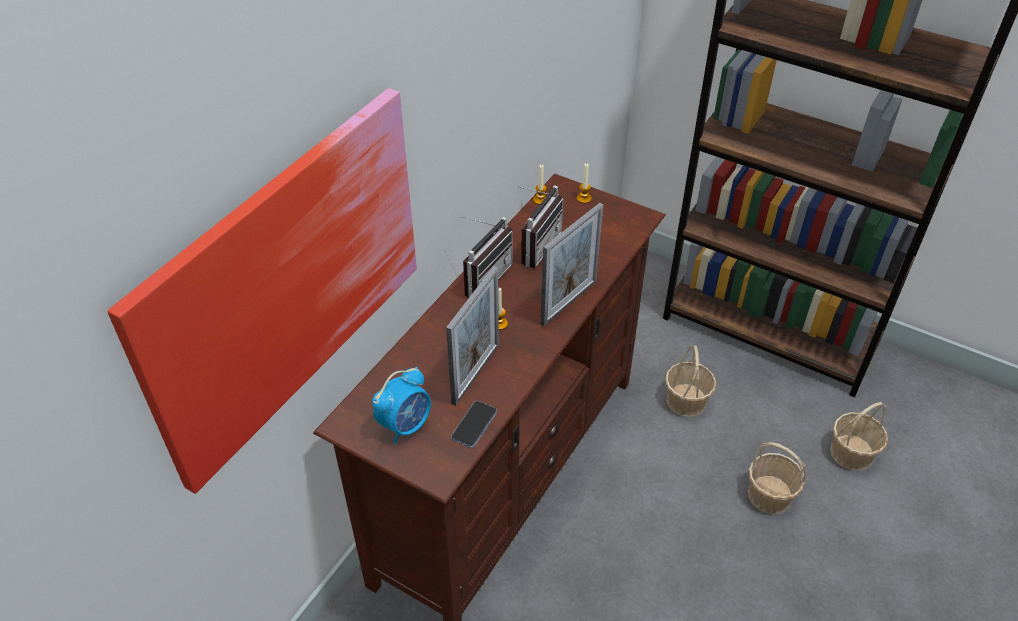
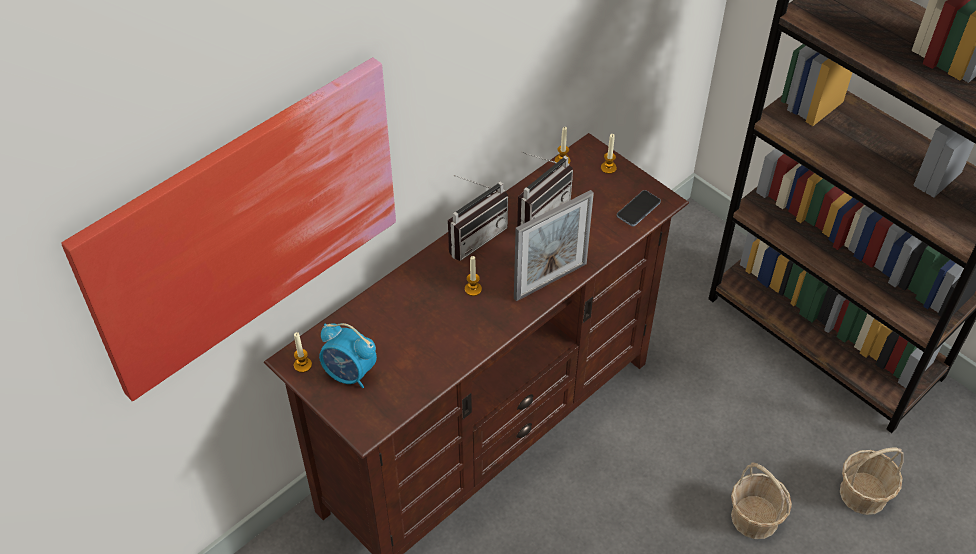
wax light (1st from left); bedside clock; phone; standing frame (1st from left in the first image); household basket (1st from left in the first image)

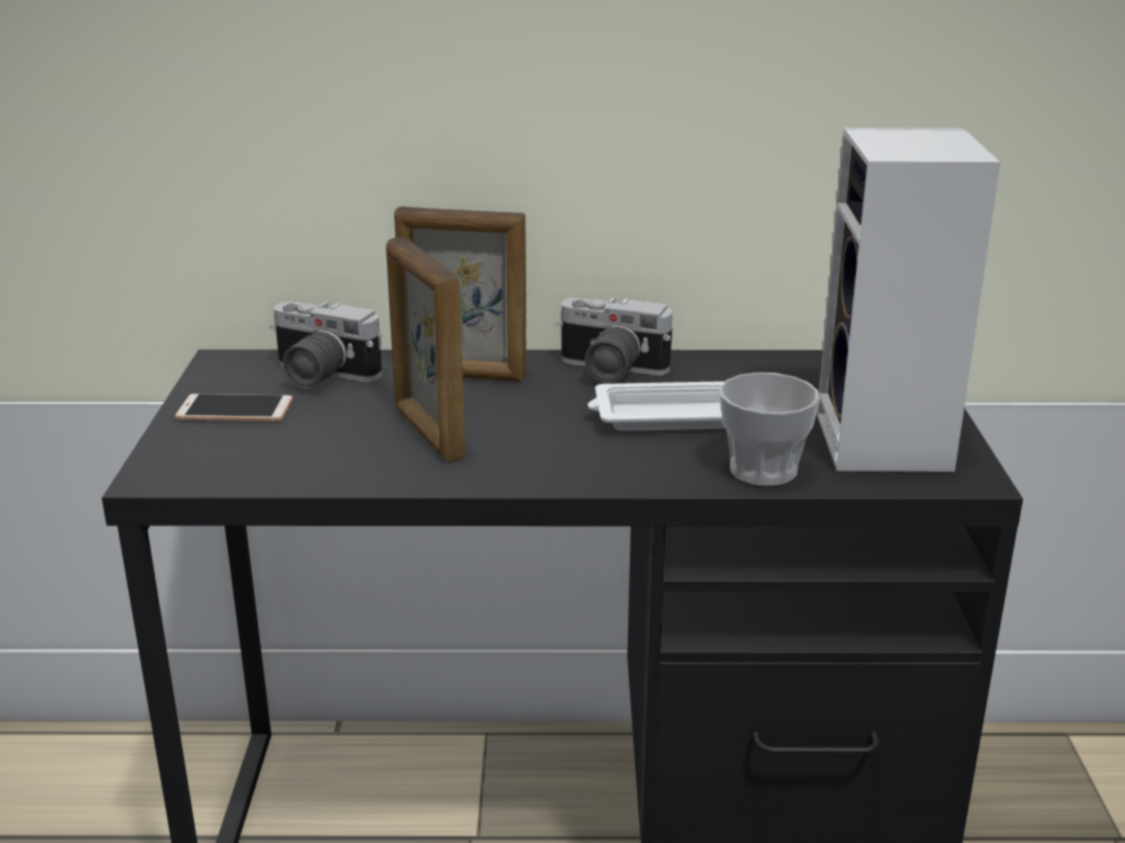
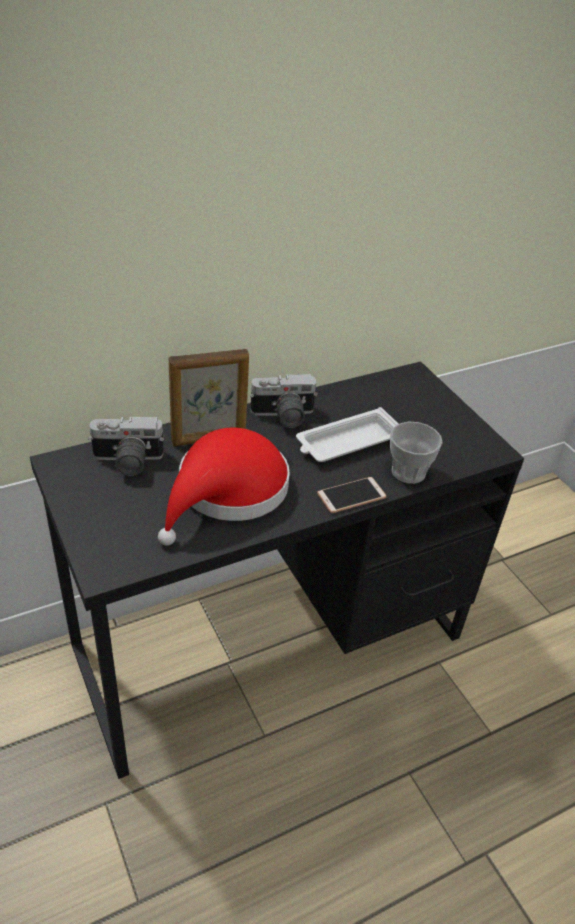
clothing hat (red-coloured); phone; speaker

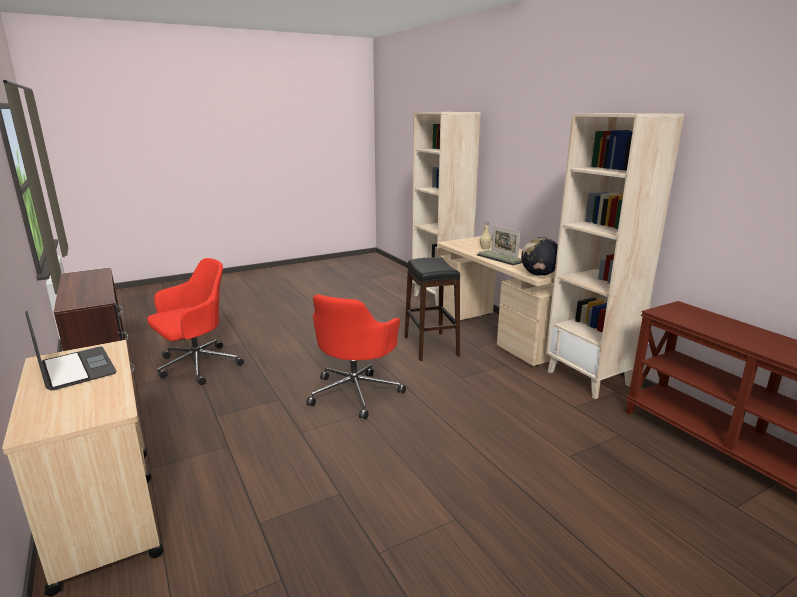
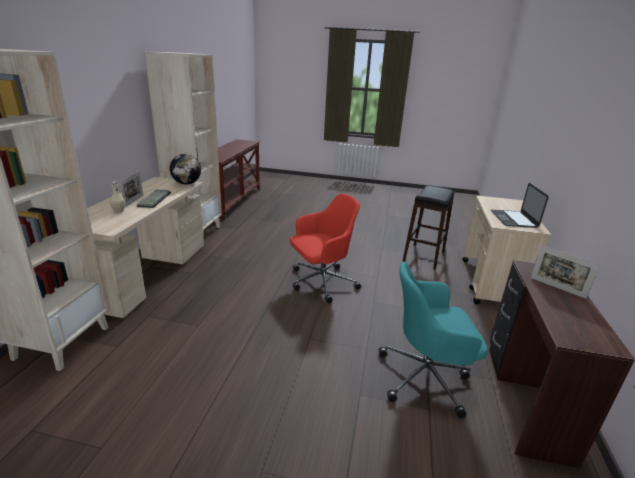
office chair (turquoise); stool seat (black-coloured); standing frame (2nd from left)

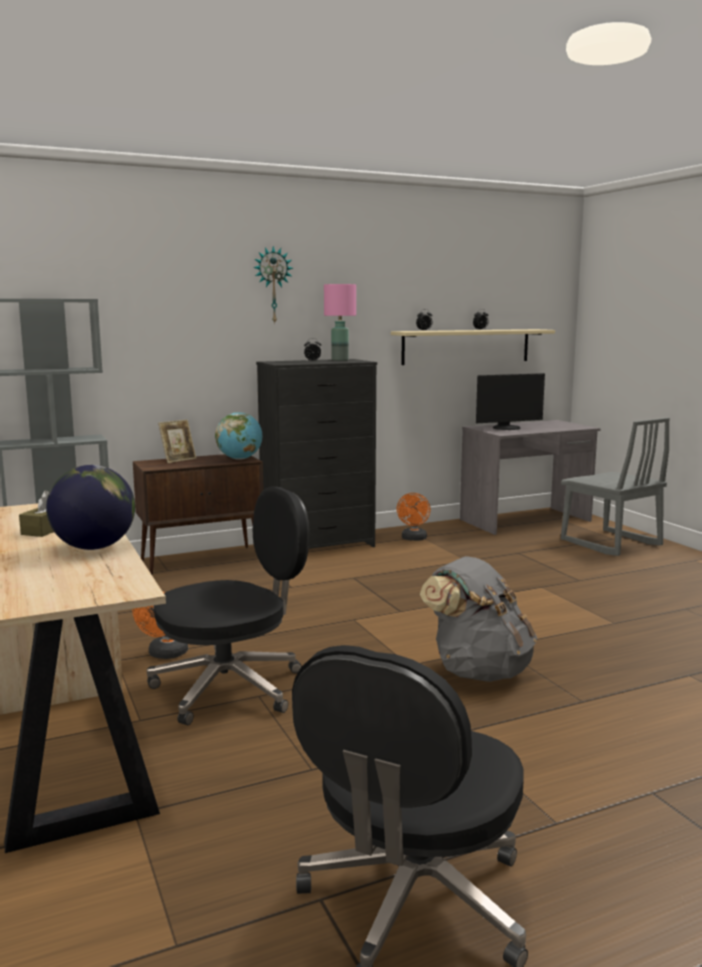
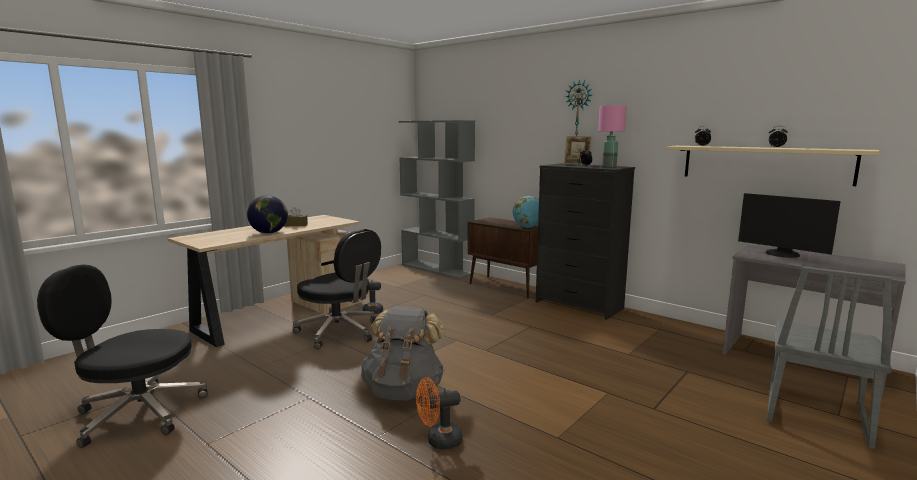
fan (orange) (2nd from left); standing frame

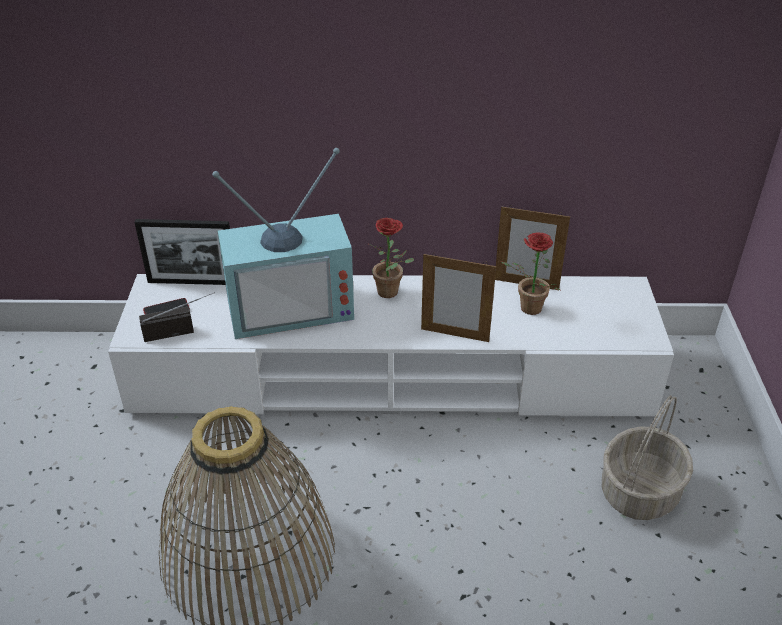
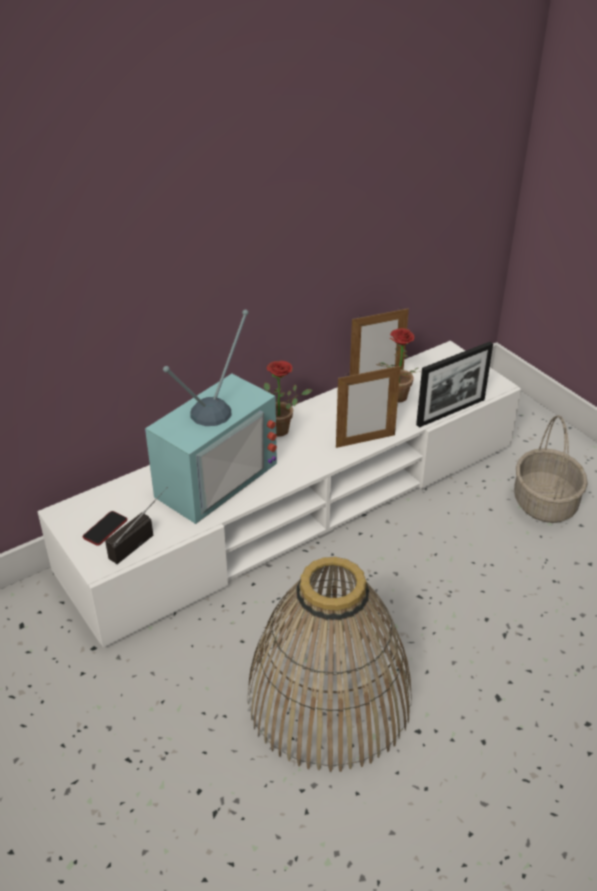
standing frame (3rd from left)

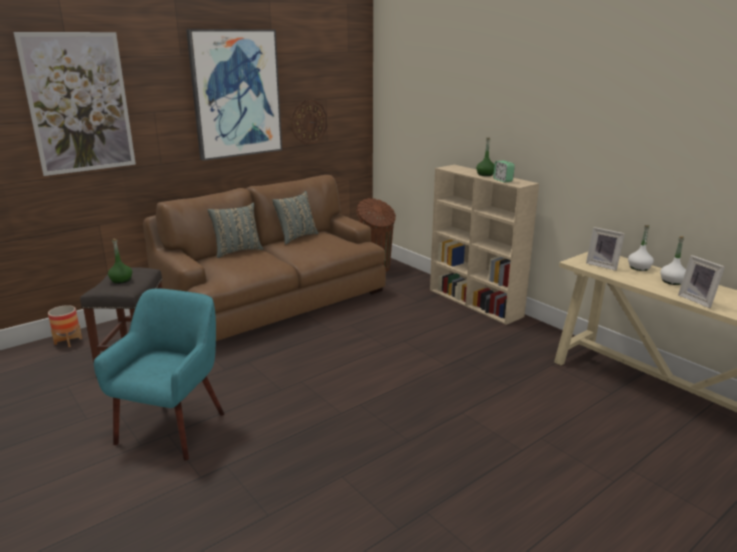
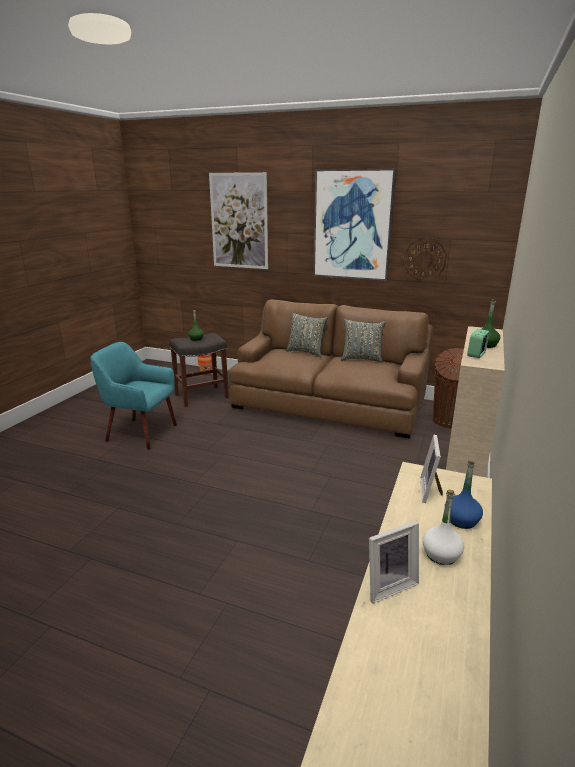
armchair (turquoise); standing frame (1st from left); bottle (blue)

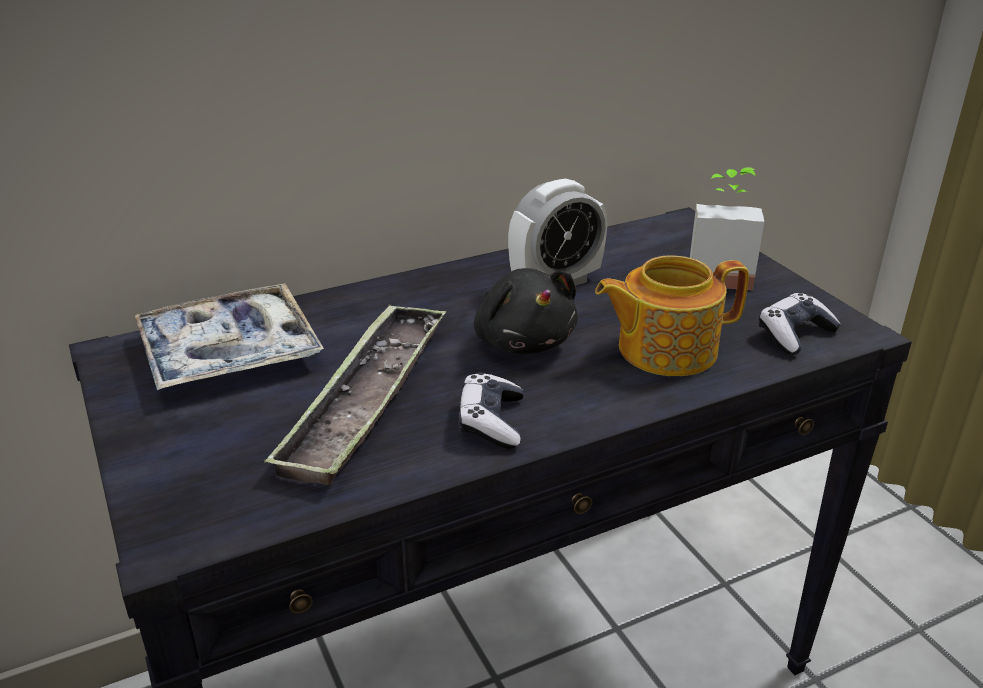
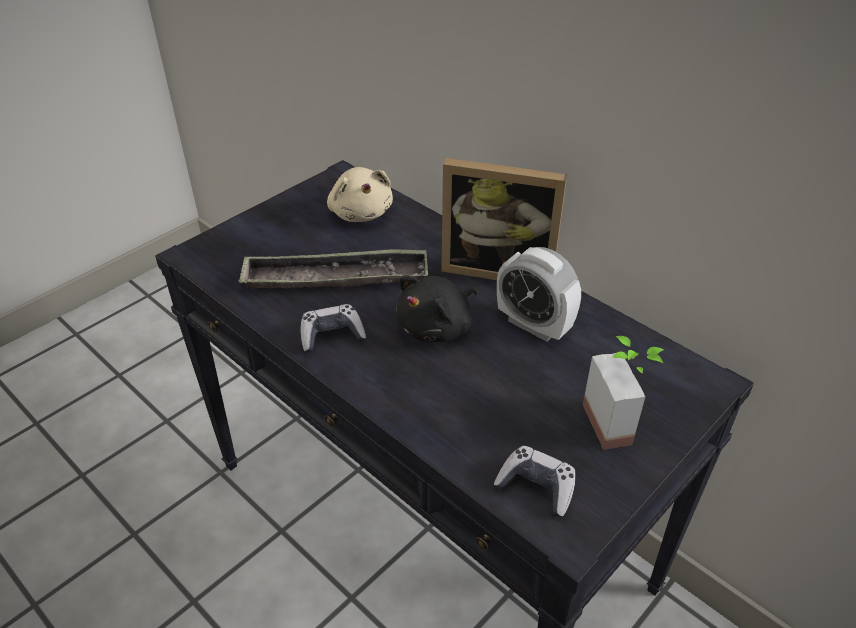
soft toy (sand-coloured); standing frame; pot for tea

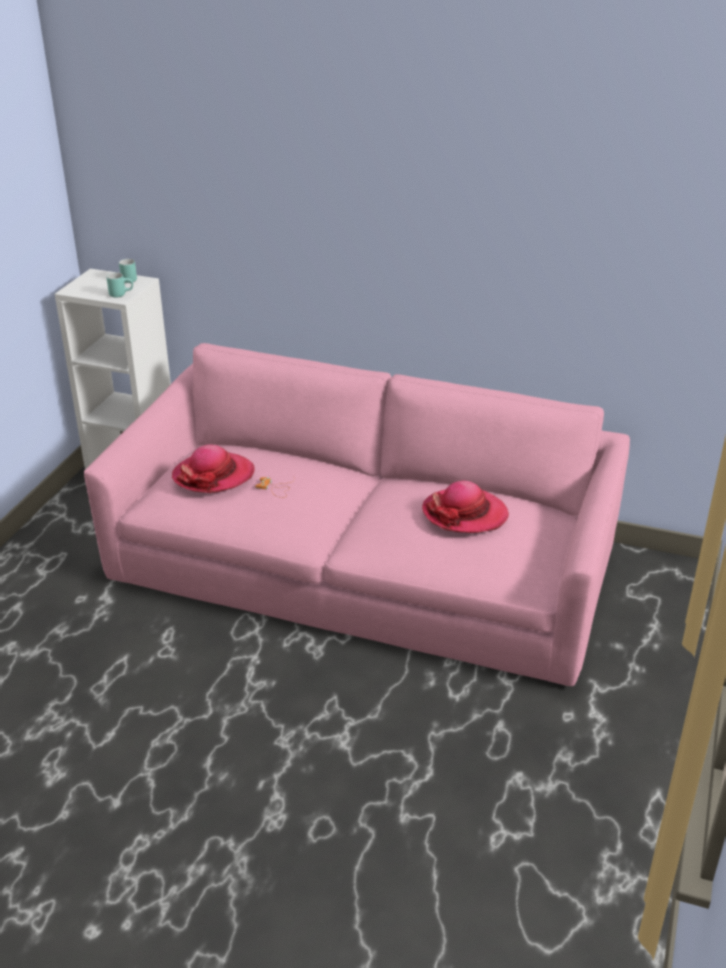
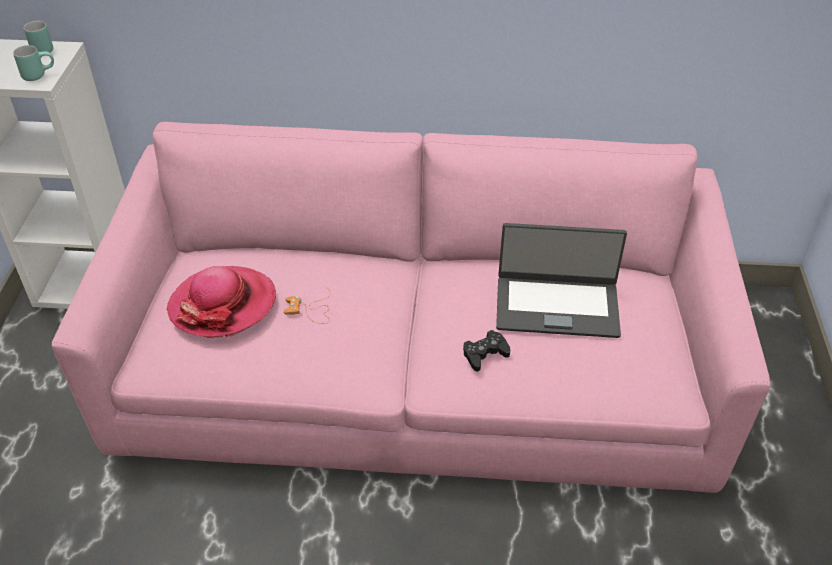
gamepad (black-coloured); portable computer

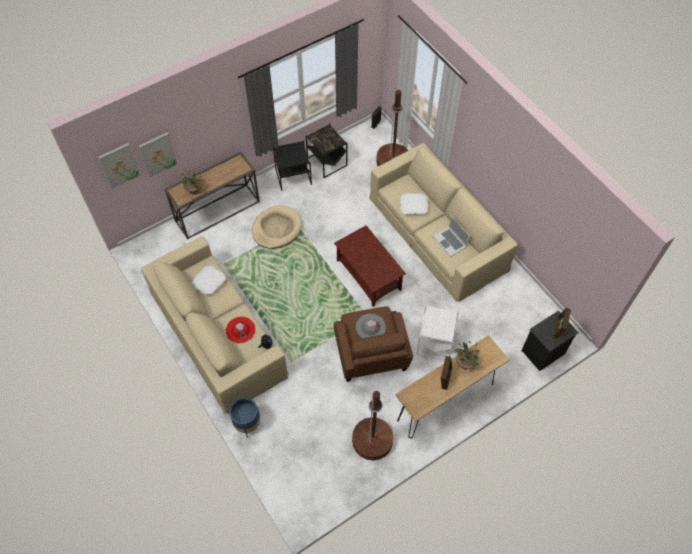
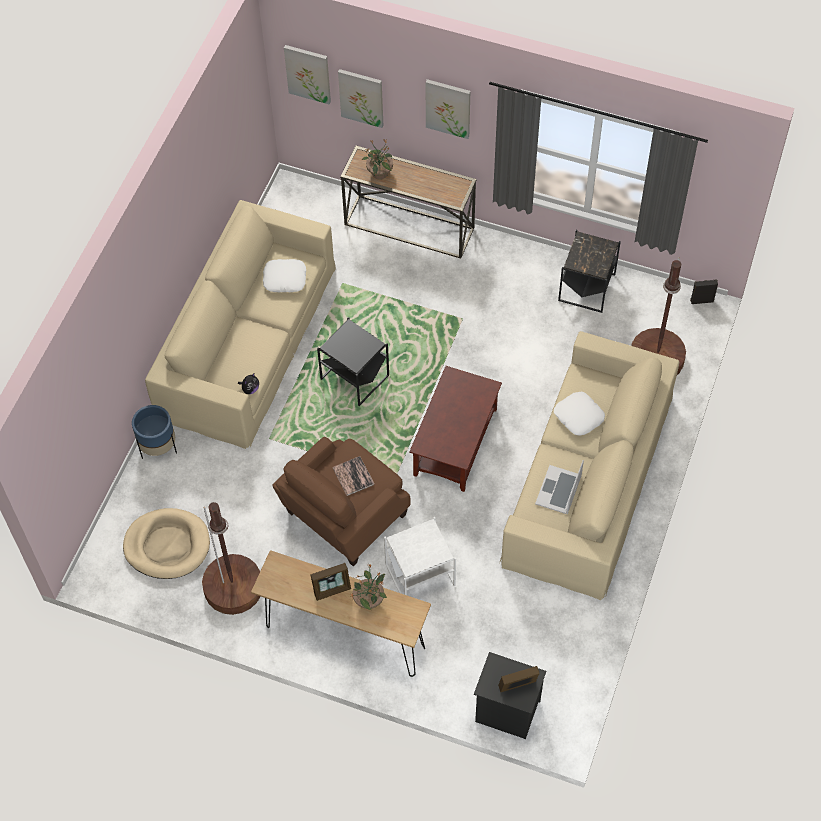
pet bed (sand-coloured); accent table (black-coloured) (1st from left); volume; wall picture (3rd from left); clothing hat (red-coloured)

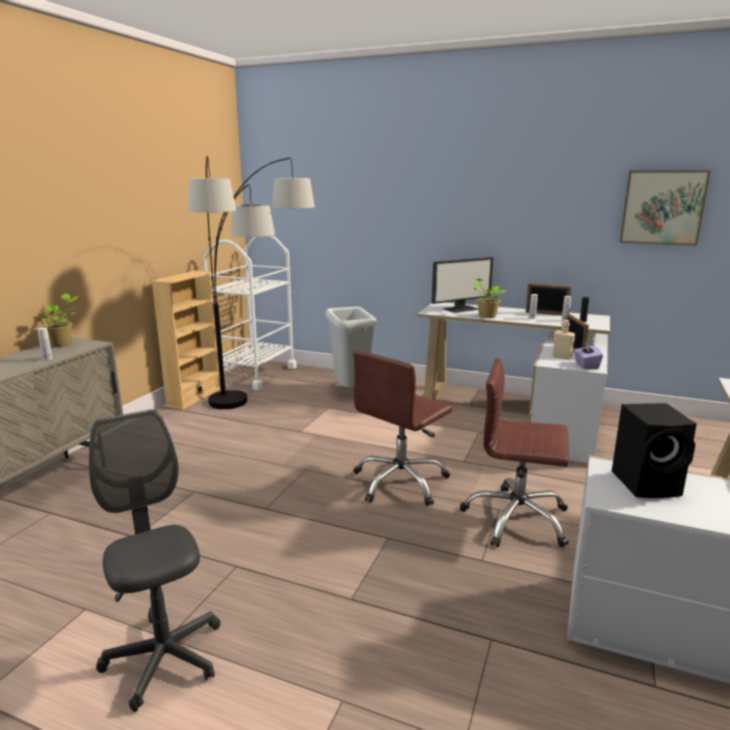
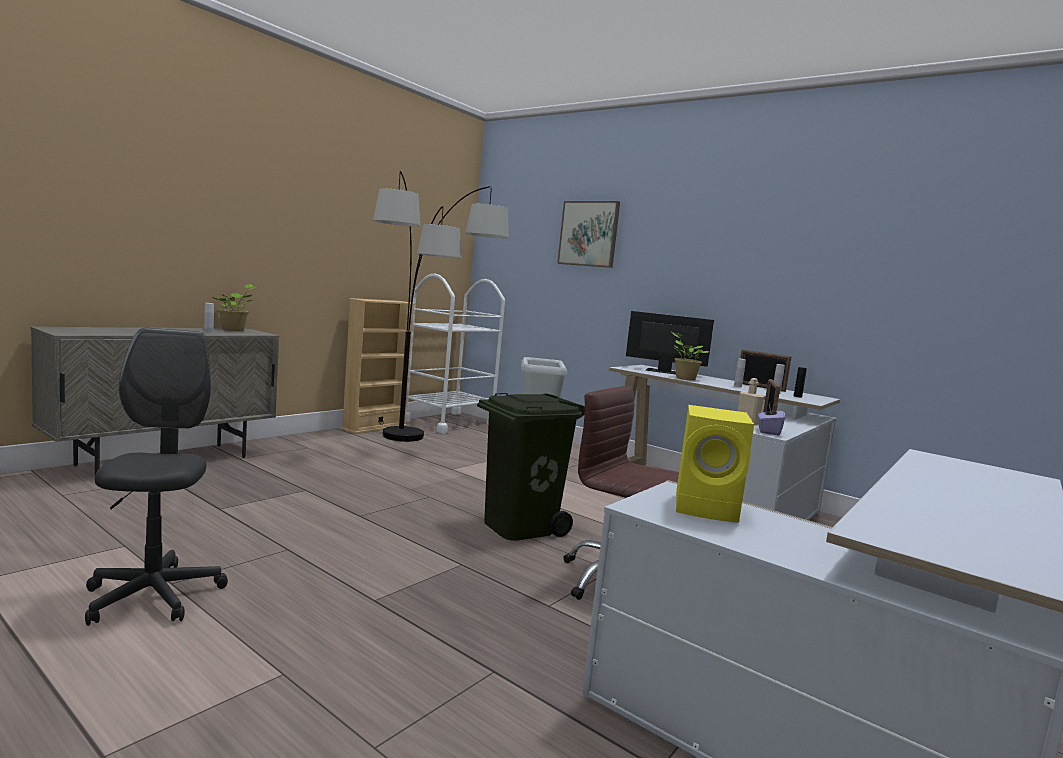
trash can (green-coloured); wall picture; computer display; speaker (yellow-coloured)

